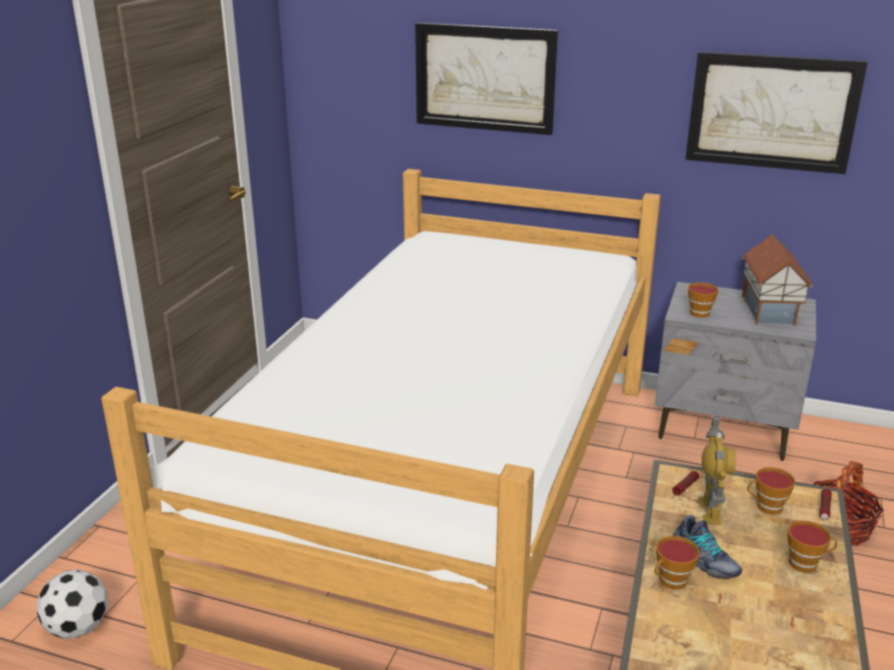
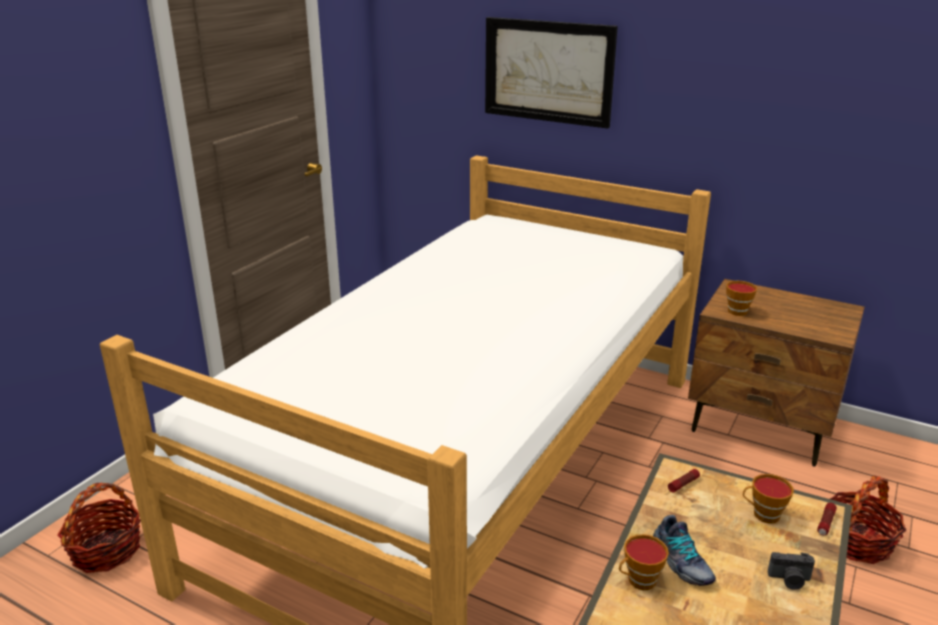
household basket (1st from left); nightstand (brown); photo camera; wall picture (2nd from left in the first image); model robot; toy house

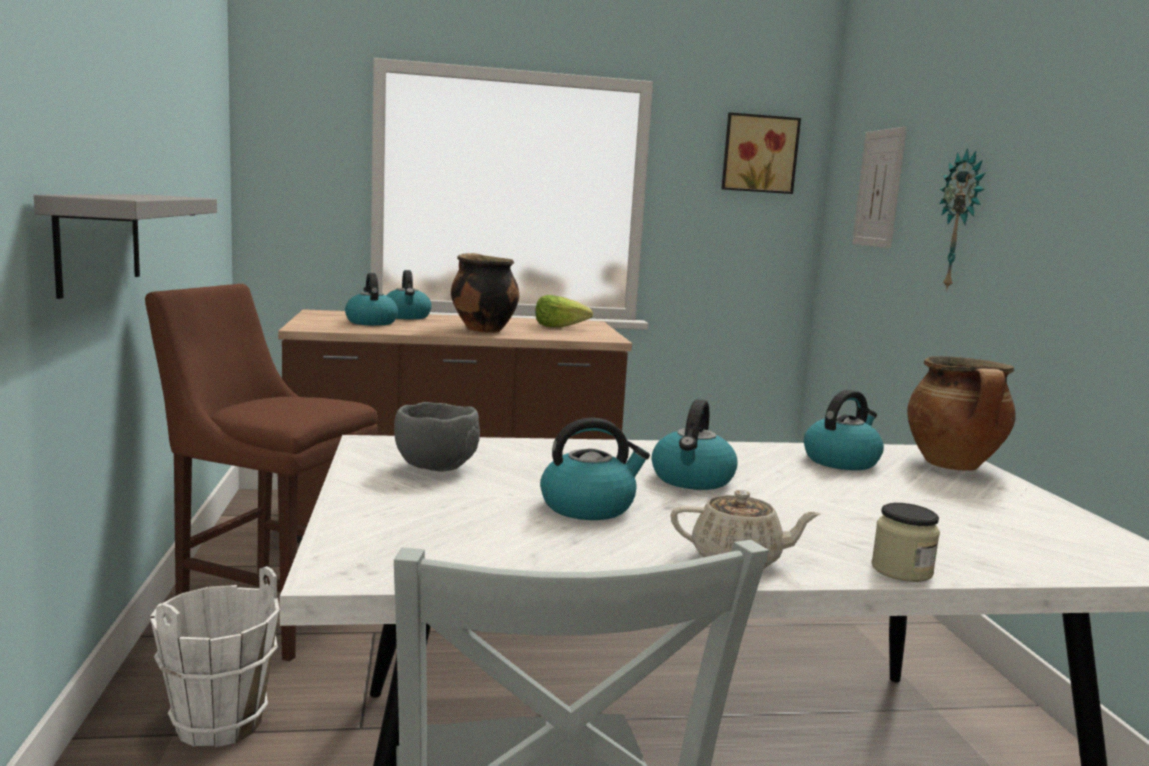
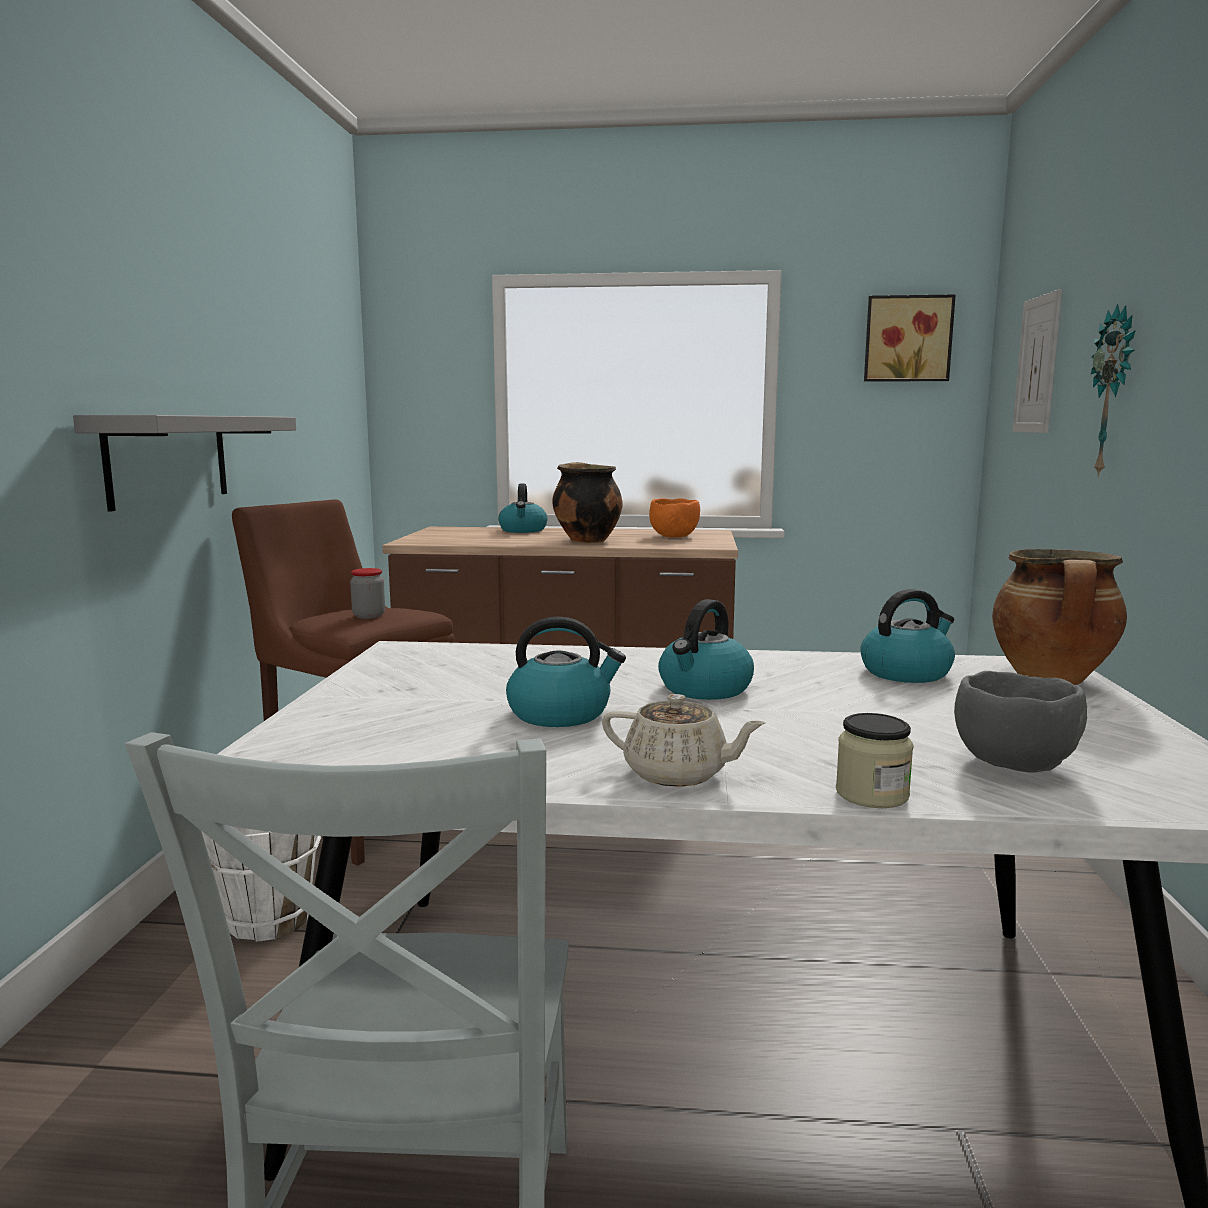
preserve jar (1st from left); serving bowl (orange); serving bowl (gray); water kettle (1st from left in the first image)

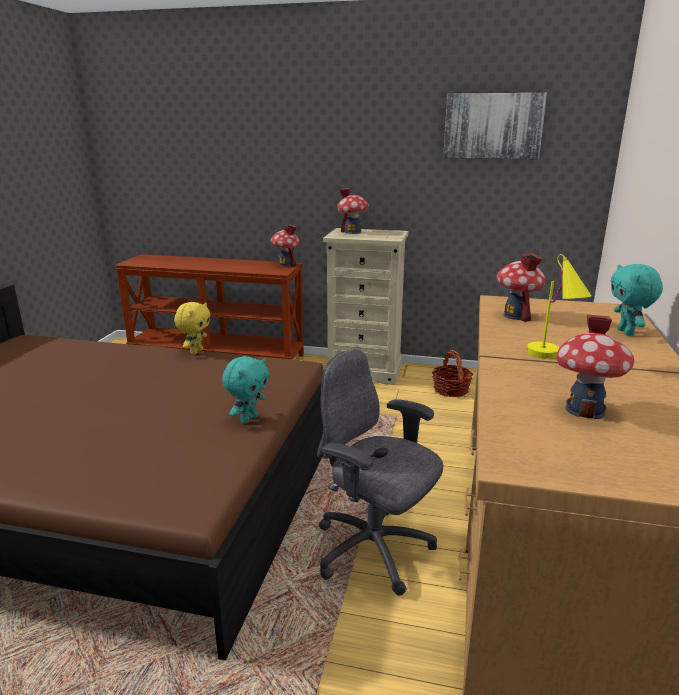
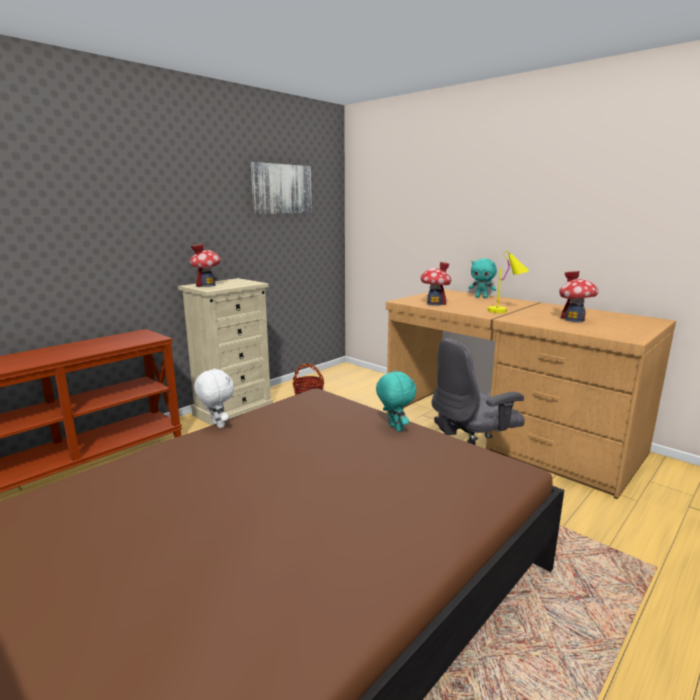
soft toy (whitish); toy house (1st from left in the first image)

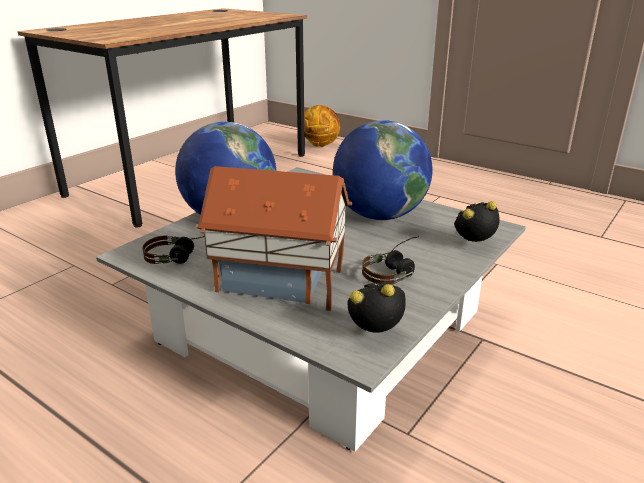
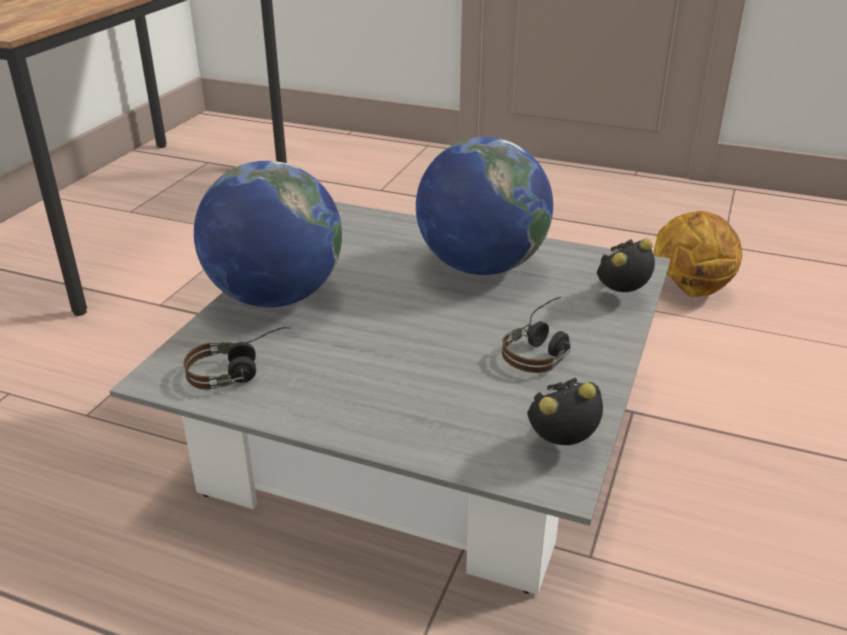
basketball ball; toy house

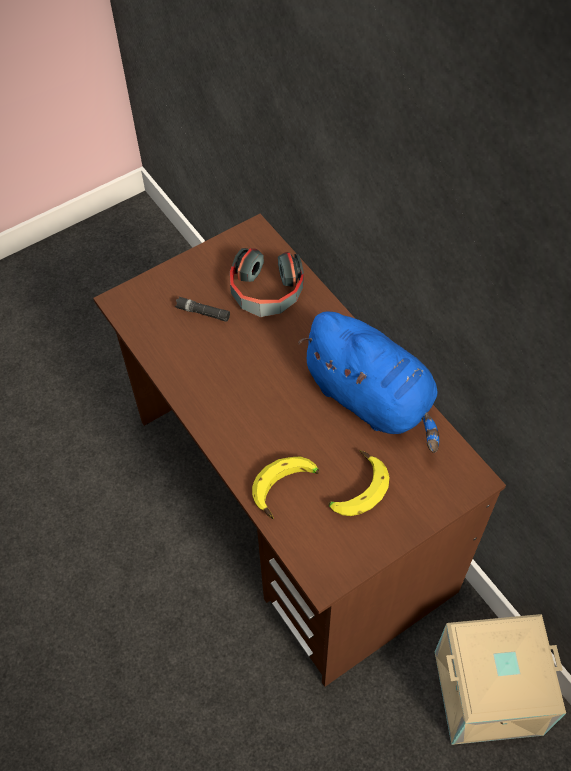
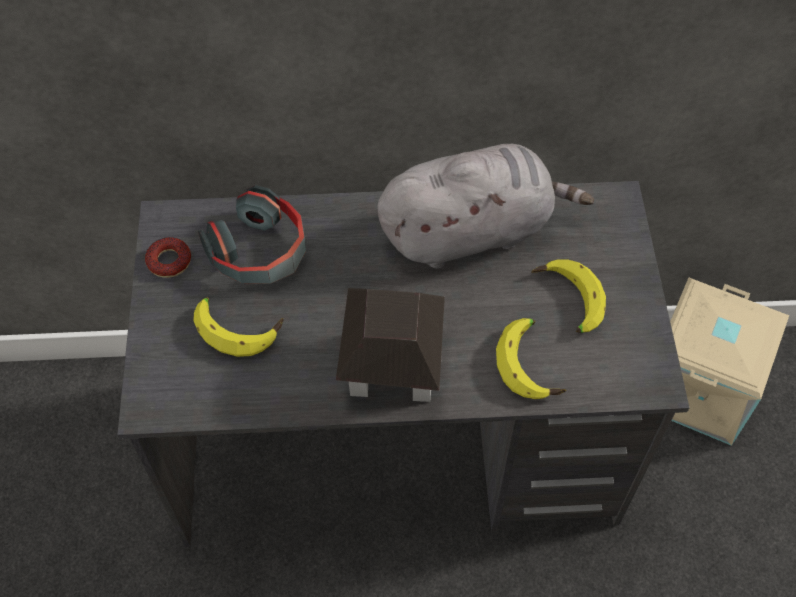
desk unit (gray); ring doughnut; whole banana (1st from left); toy house; soft toy (gray)

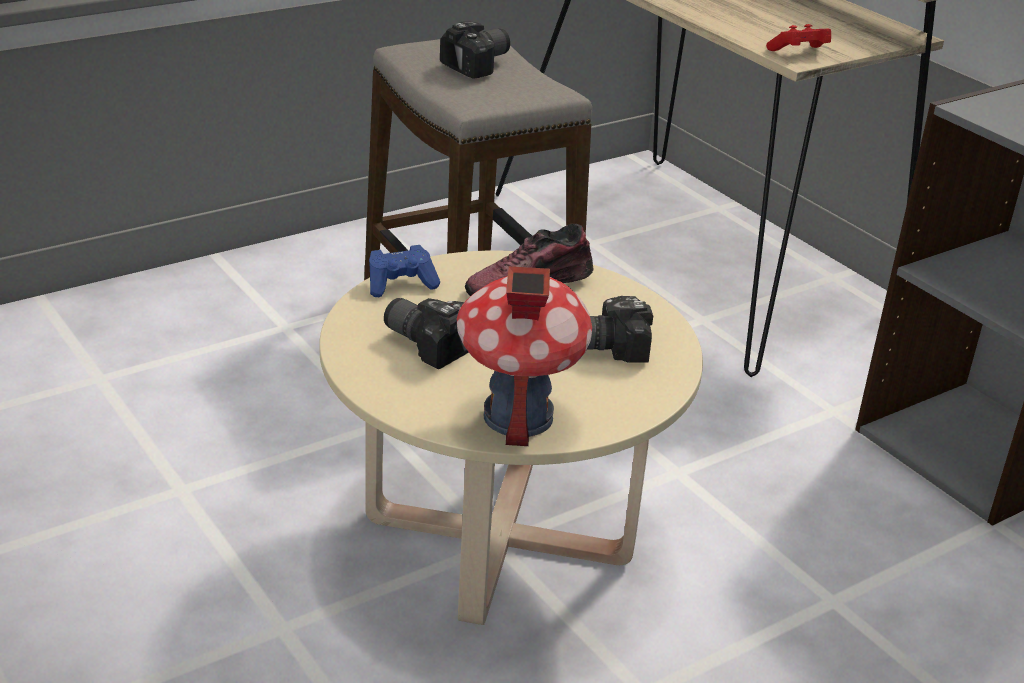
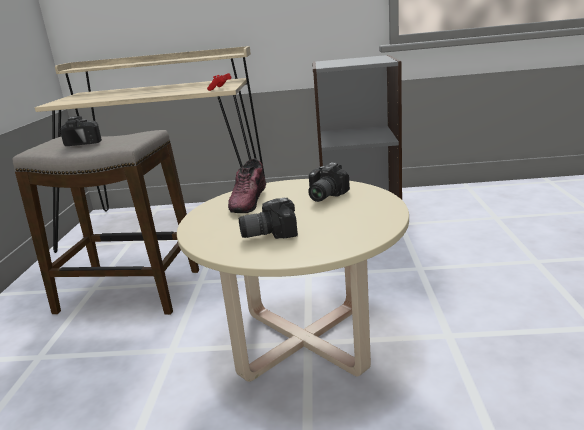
gamepad (blue); toy house

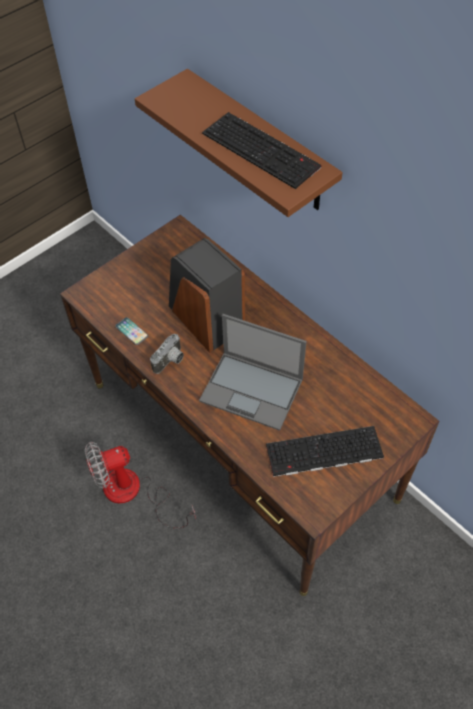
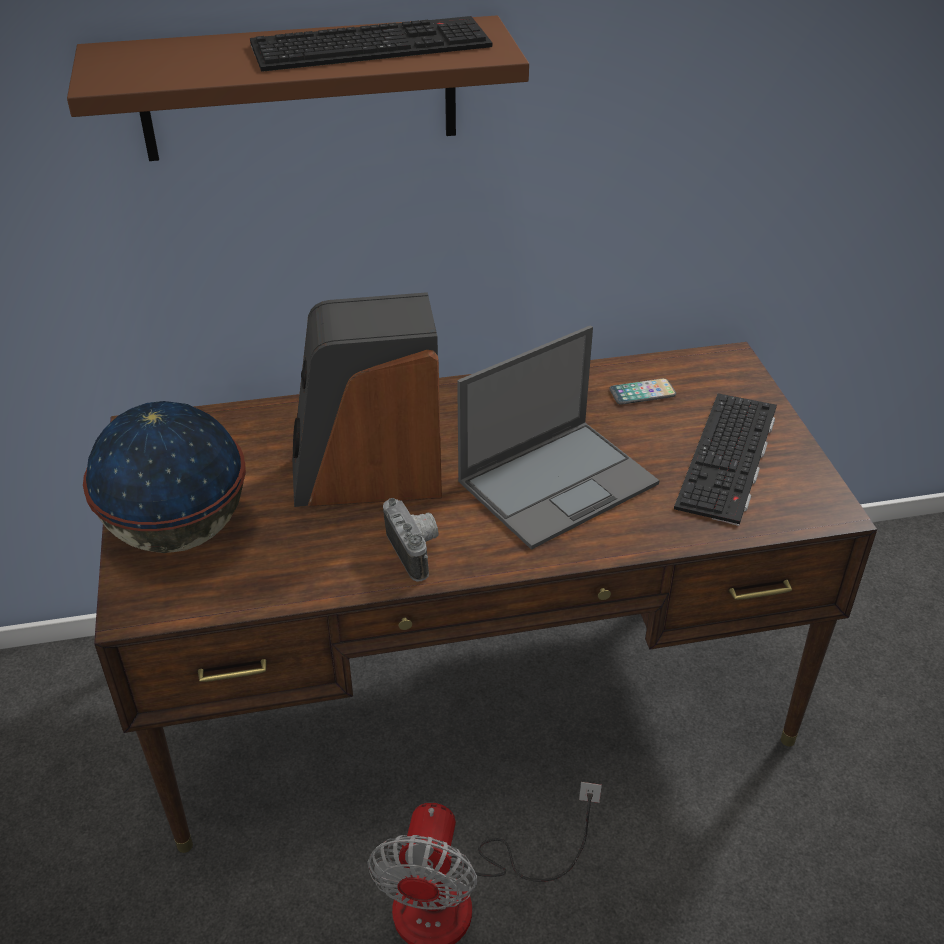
desk globe; phone

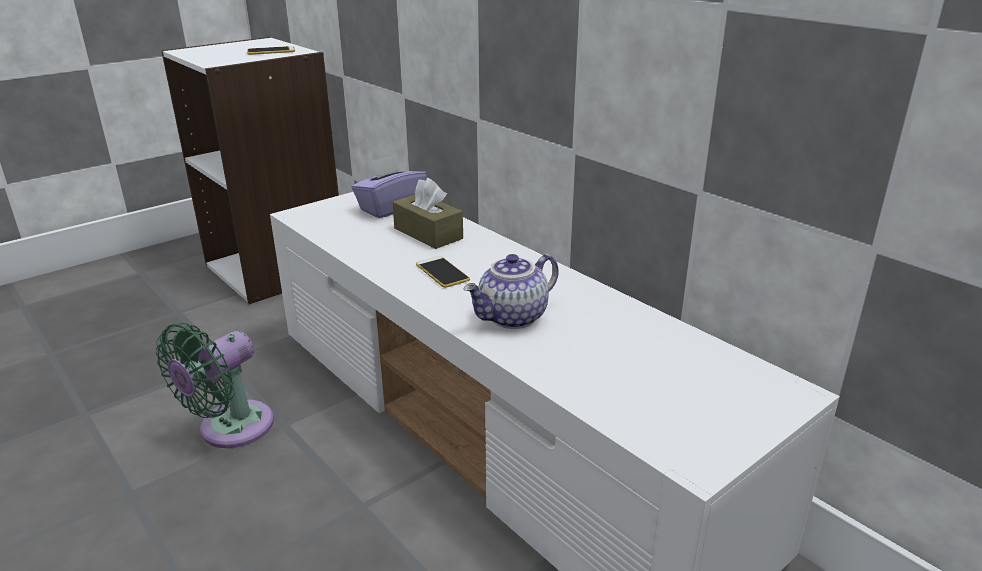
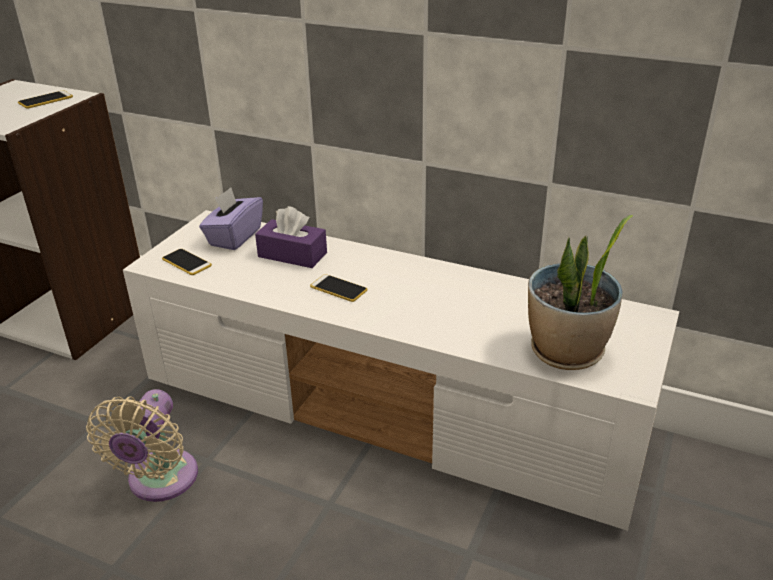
fan (sand-coloured); phone (2nd from left); box of tissues (purple) (2nd from left); potted plant; pot for tea

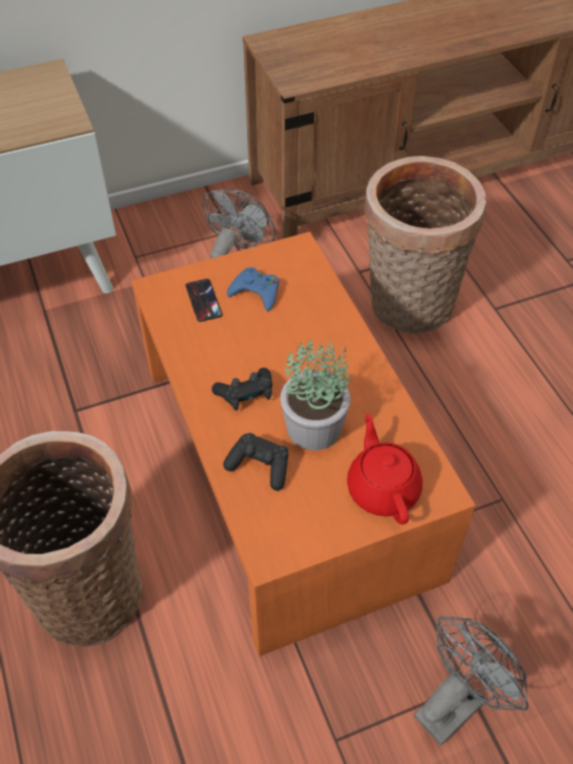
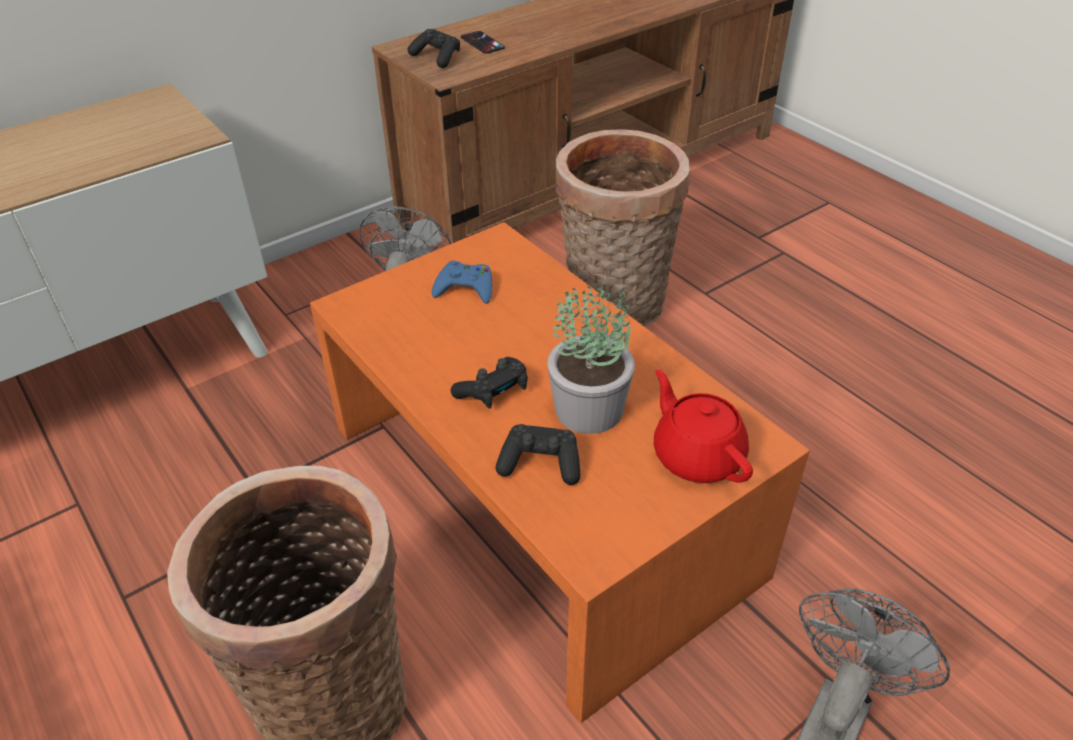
gamepad (black-coloured) (1st from left); phone

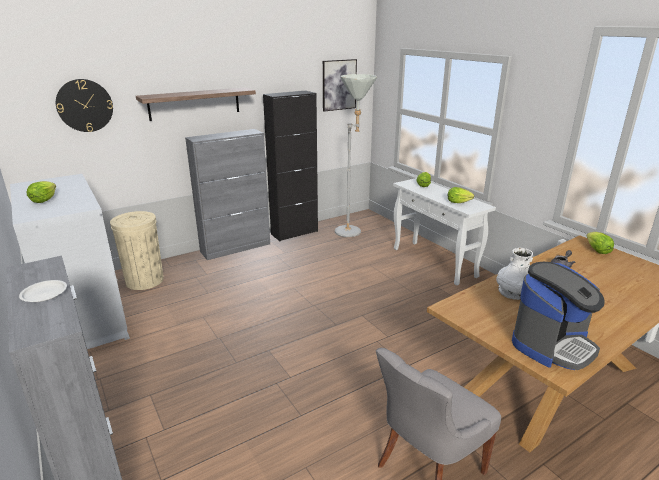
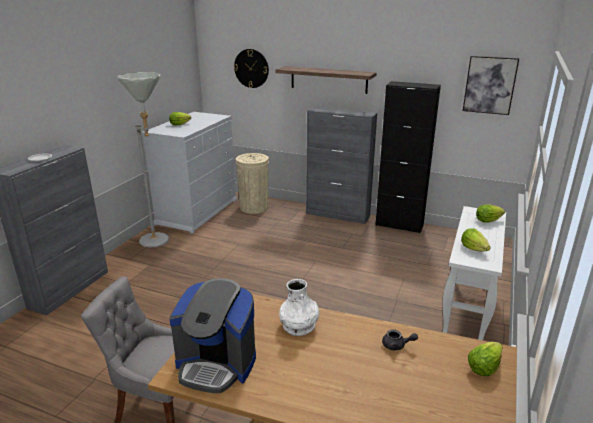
floor lamp (gray)

